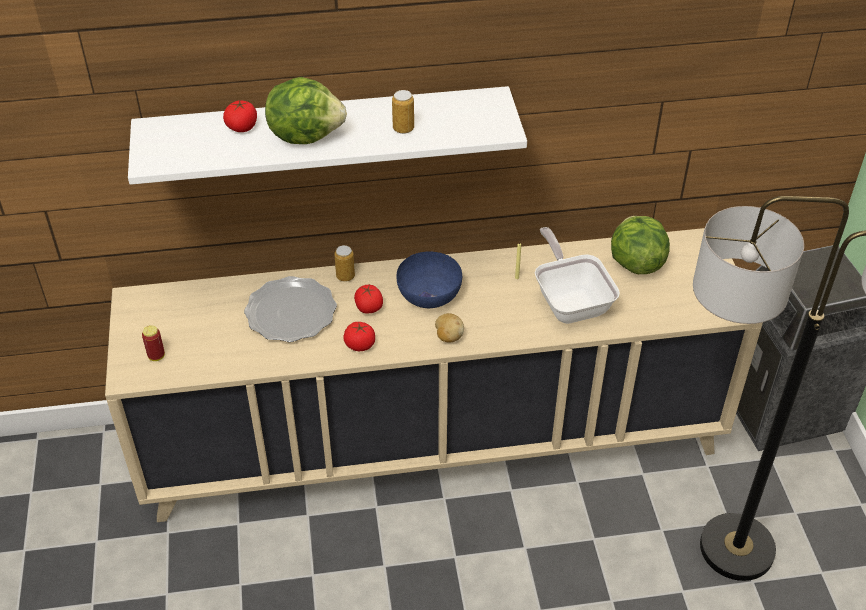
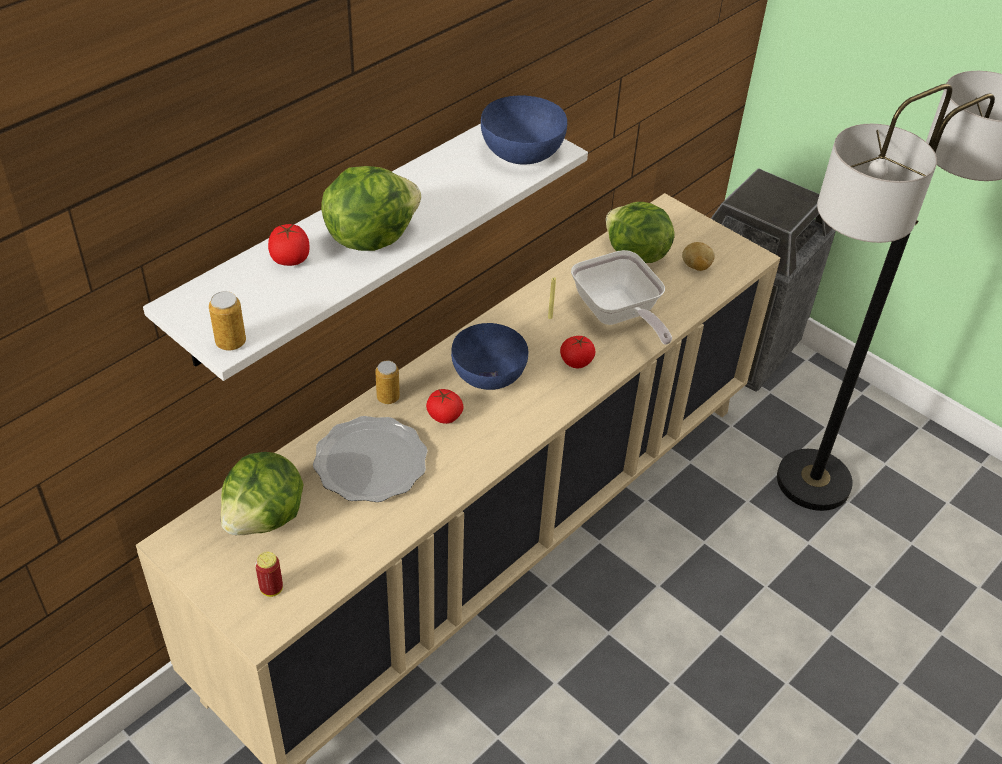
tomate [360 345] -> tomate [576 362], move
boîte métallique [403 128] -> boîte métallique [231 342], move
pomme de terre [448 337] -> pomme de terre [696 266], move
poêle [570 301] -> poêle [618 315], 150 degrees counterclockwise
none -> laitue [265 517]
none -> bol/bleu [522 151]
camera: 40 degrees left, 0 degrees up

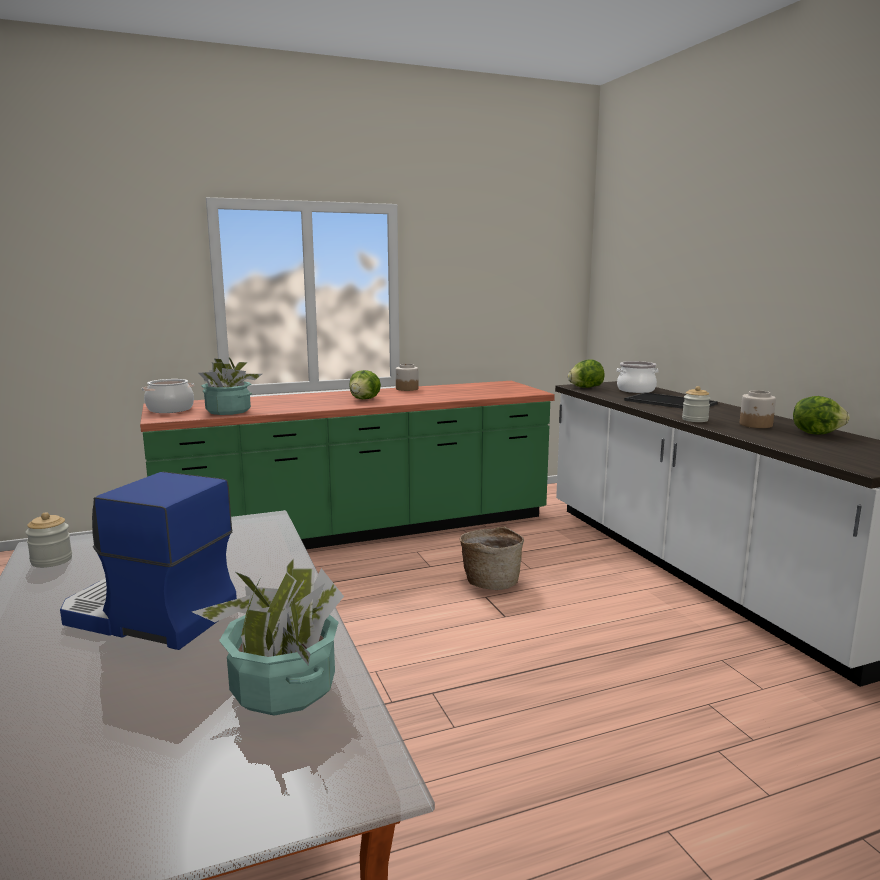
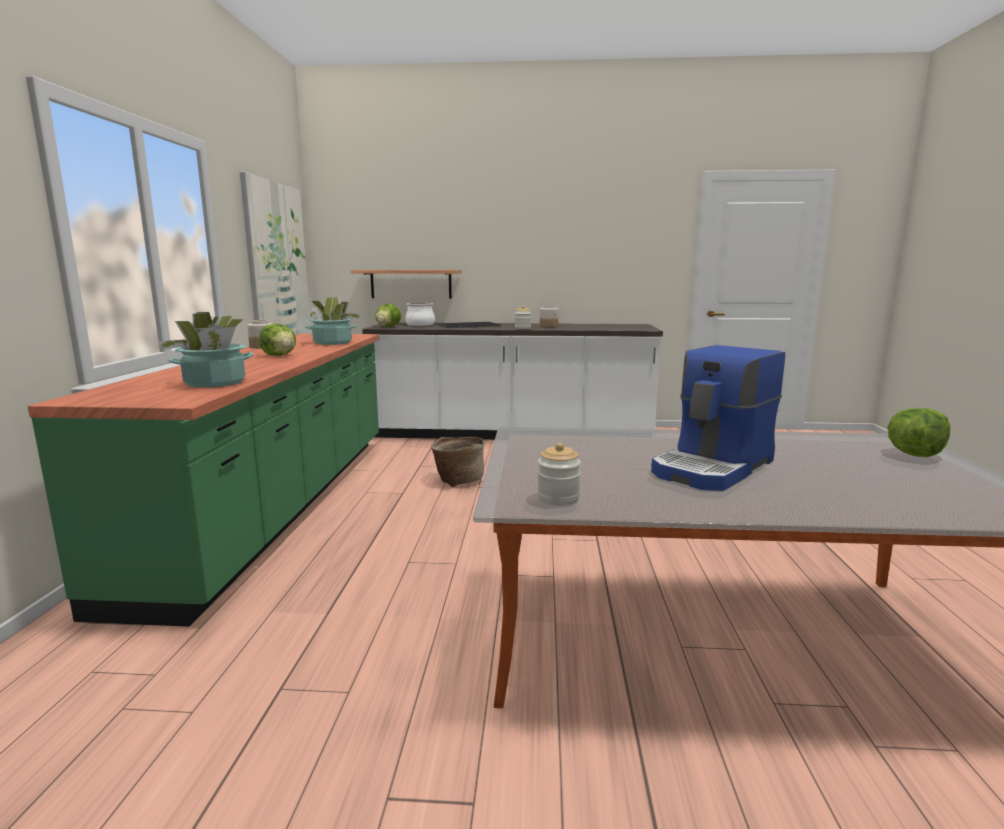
marmite [170 409] -> none
plante en pot [284 688] -> plante en pot [332 342], move
laitue [816 433] -> laitue [914 454], move
none -> tableau [277 267]
none -> étagère [411 284]
camera: 65 degrees left, 0 degrees up

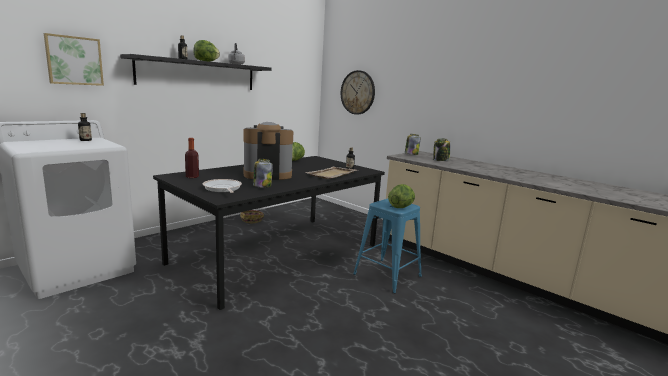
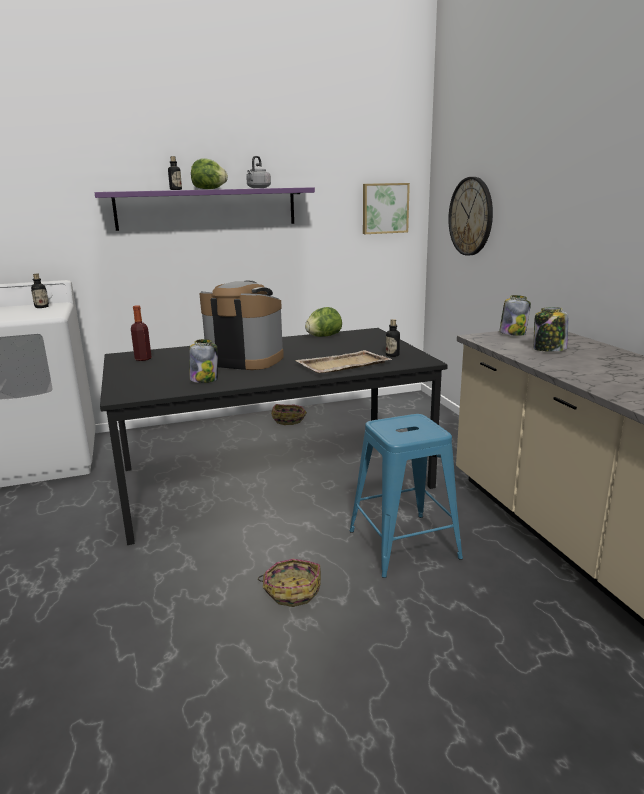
tableau [74 60] -> tableau [384 208], move
étagère/noir [199 74] -> étagère/violet [207 208]
poêle [222 188] -> none
laitue [401 207] -> none
none -> panier [292 590]
camera: 30 degrees right, 5 degrees up

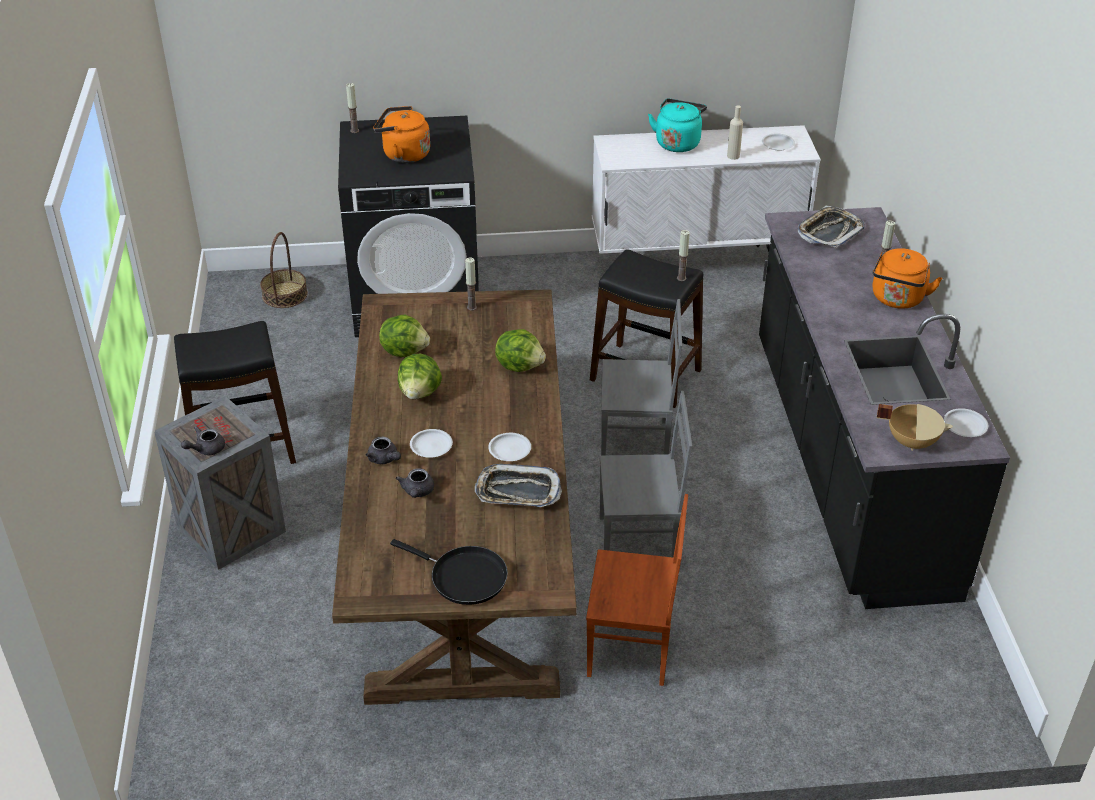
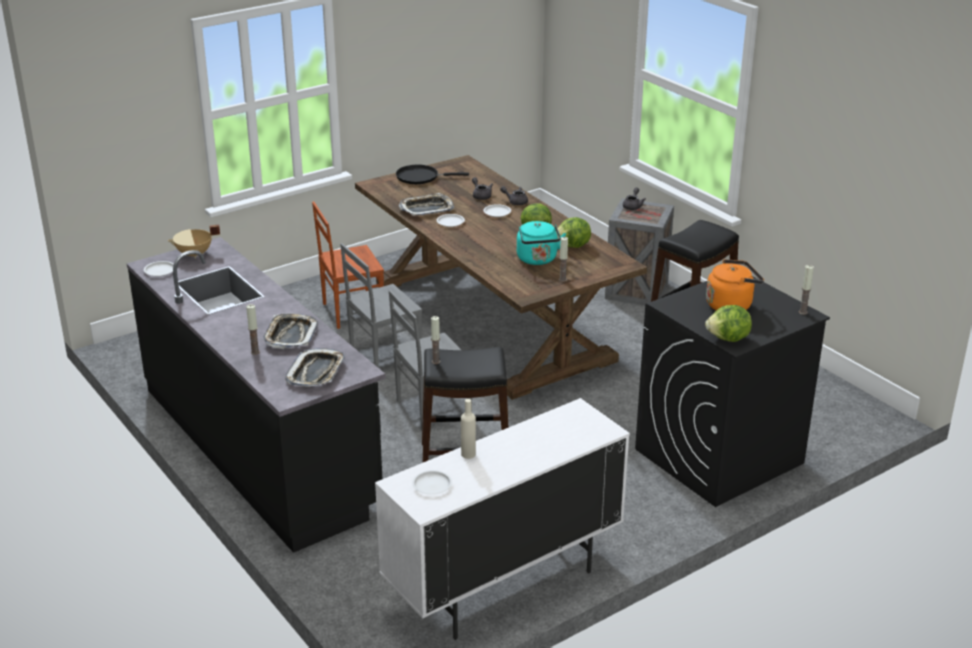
panier [284 295] -> none
laitue [520 365] -> laitue [728 339], move
bouilloire/turquoise [678 142] -> bouilloire/turquoise [538 260], move
bouilloire/orange [897 300] -> none
none -> plateau [290 335]
camera: 150 degrees right, 10 degrees down

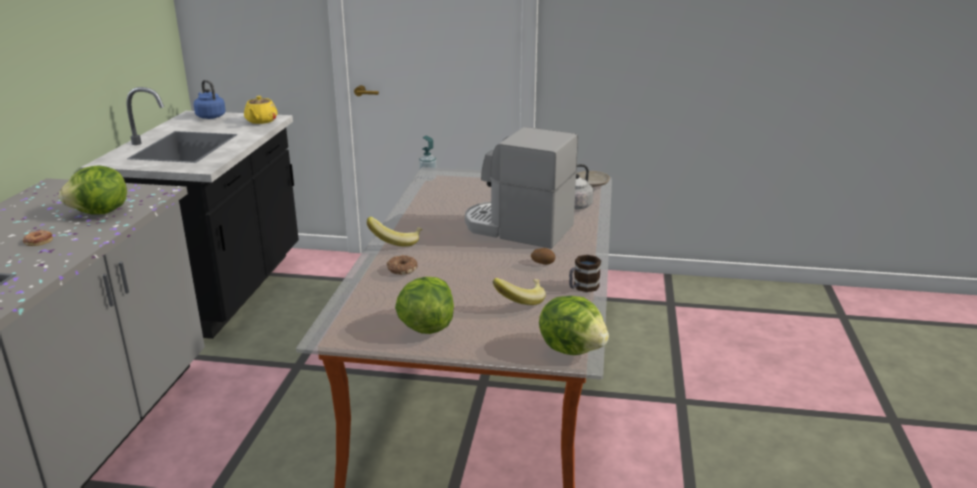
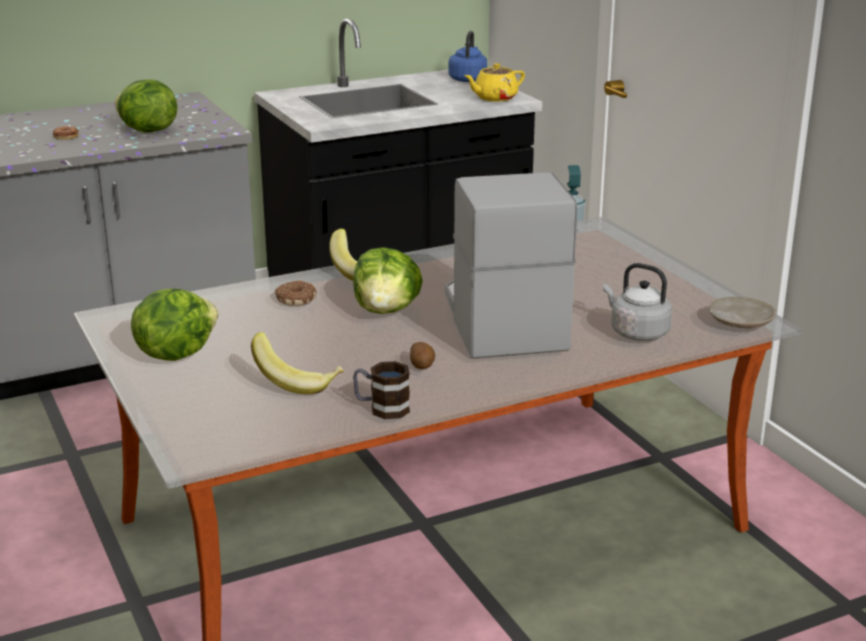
laitue [572 348] -> laitue [387 311], move
camera: 55 degrees right, 0 degrees up

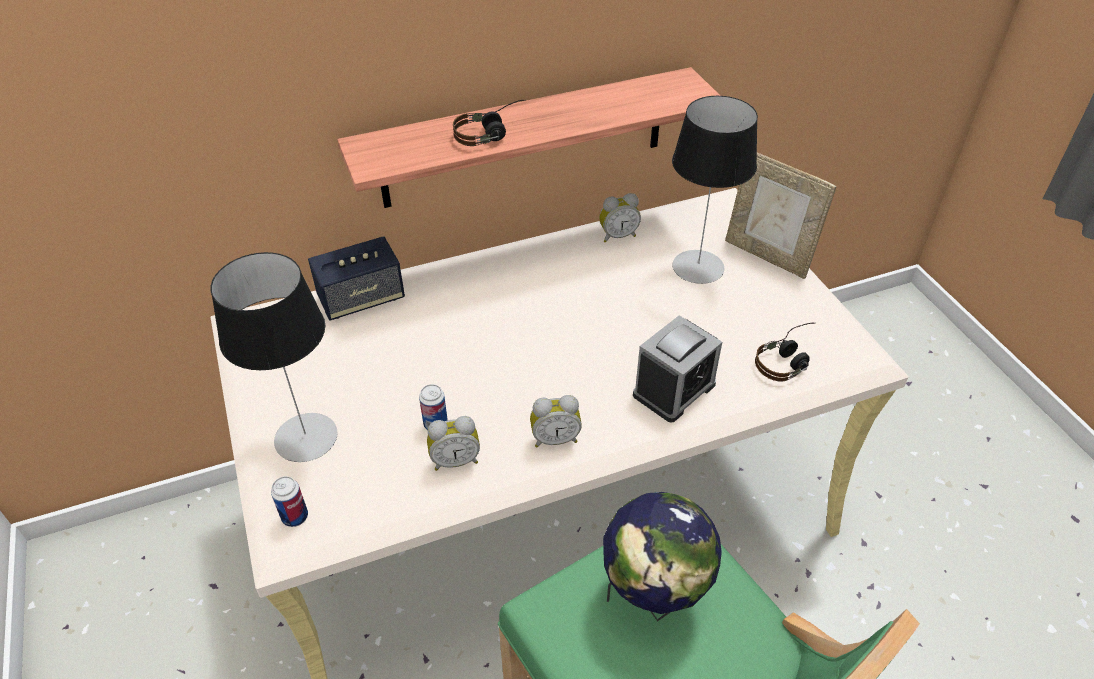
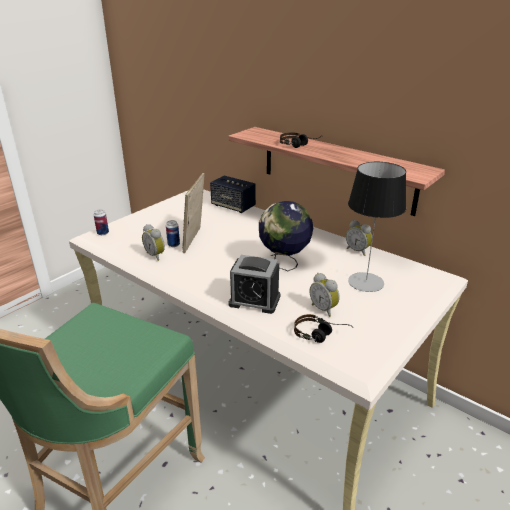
lampe de table [306 437] -> none
réveil [555 438] -> réveil [324 309], move
globe [654 597] -> globe [284 264], move
cadre photo [768 256] -> cadre photo [195 240], move
camera: 60 degrees right, 15 degrees down

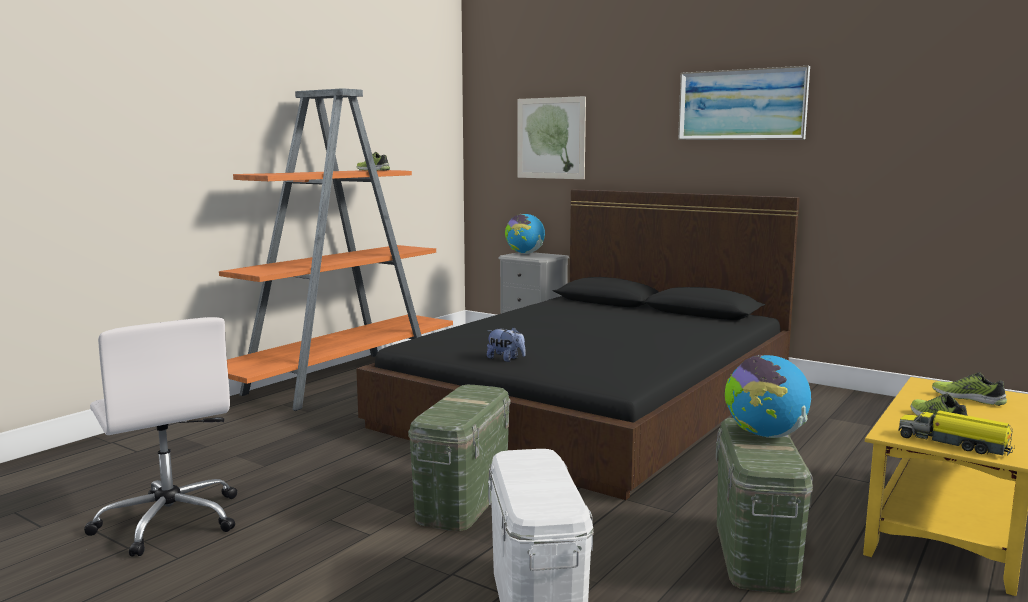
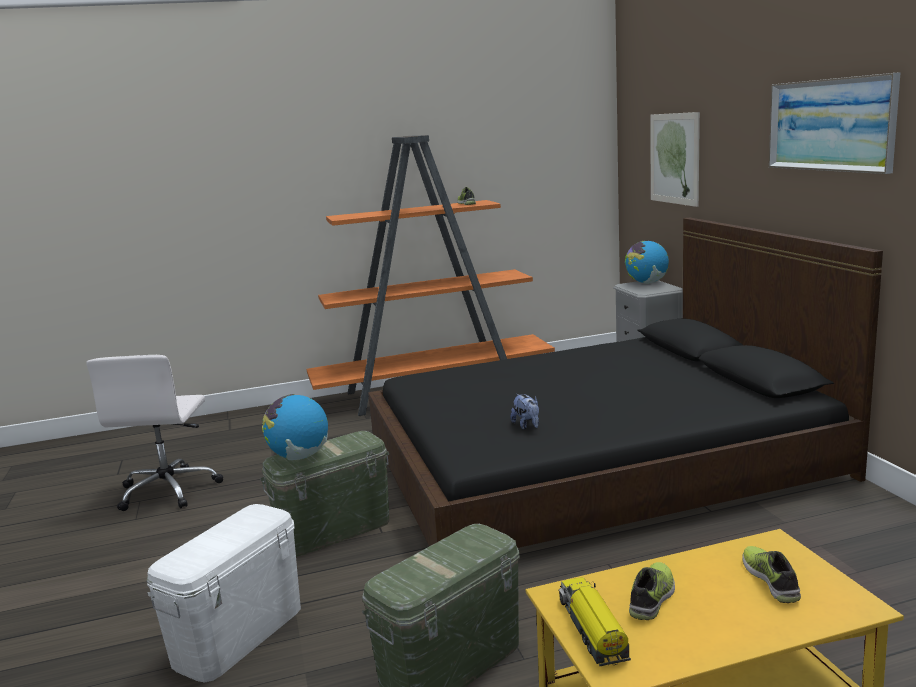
peluche [506 359] -> peluche [527 426], move
globe [764 435] -> globe [299 457], move
camera: 40 degrees right, 5 degrees up

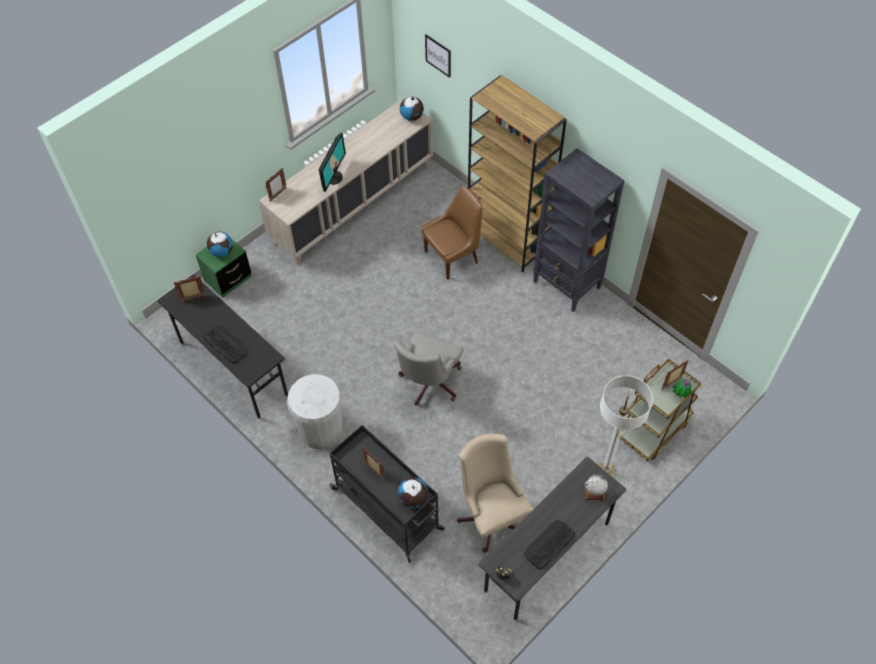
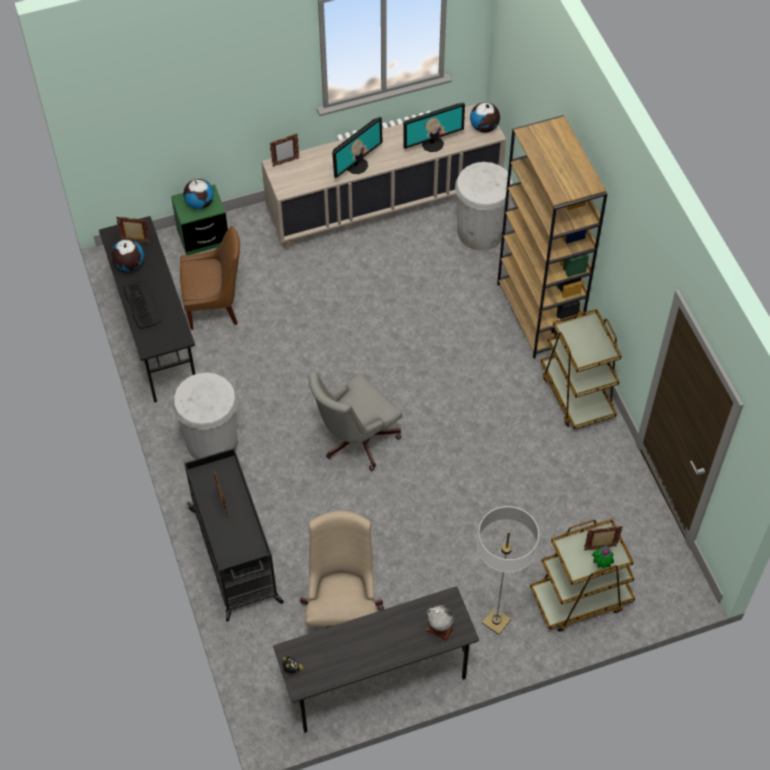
globe [413 499] -> globe [129 265], move
chaise/marron [453 256] -> chaise/marron [215 306], move
tableau [438 55] -> none
clavier [549 544] -> none
bibliothèque/noir [567 285] -> chariot/marron [577 394]
none -> écran d'ordinateur [432 144]
none -> poubelle/blanc [481 232]
camera: 25 degrees right, 0 degrees up

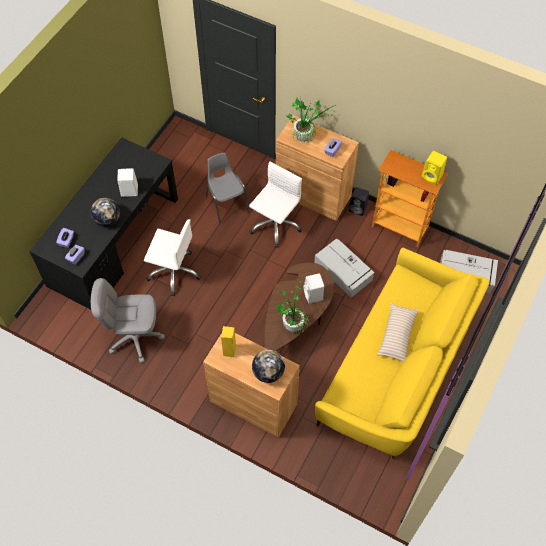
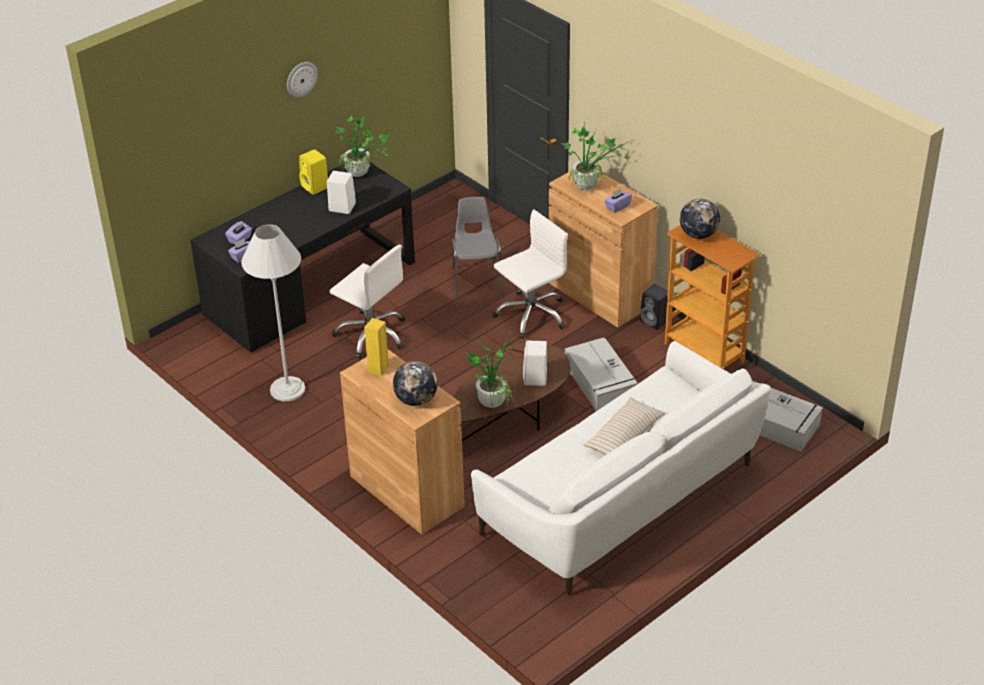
globe [107 220] -> globe [698 235], move
chaise de bureau/gris [135 337] -> lampadaire/blanc [287 389]
canapé/jaune [396 368] -> canapé/blanc [623 501]
enceinte/jaune [432 176] -> enceinte/jaune [315 187], move
none -> horloge murale [301 79]
none -> plante en pot [362 174]
camera: 20 degrees right, 20 degrees down

